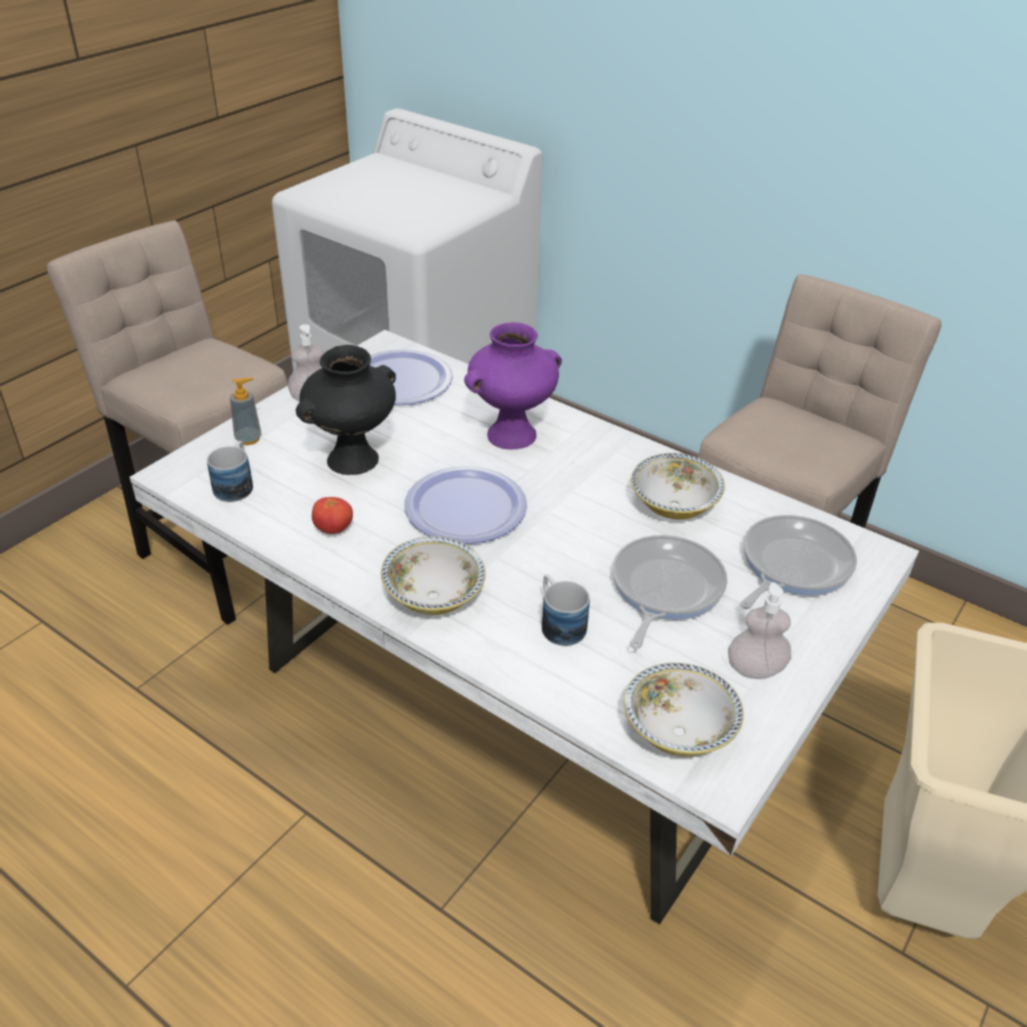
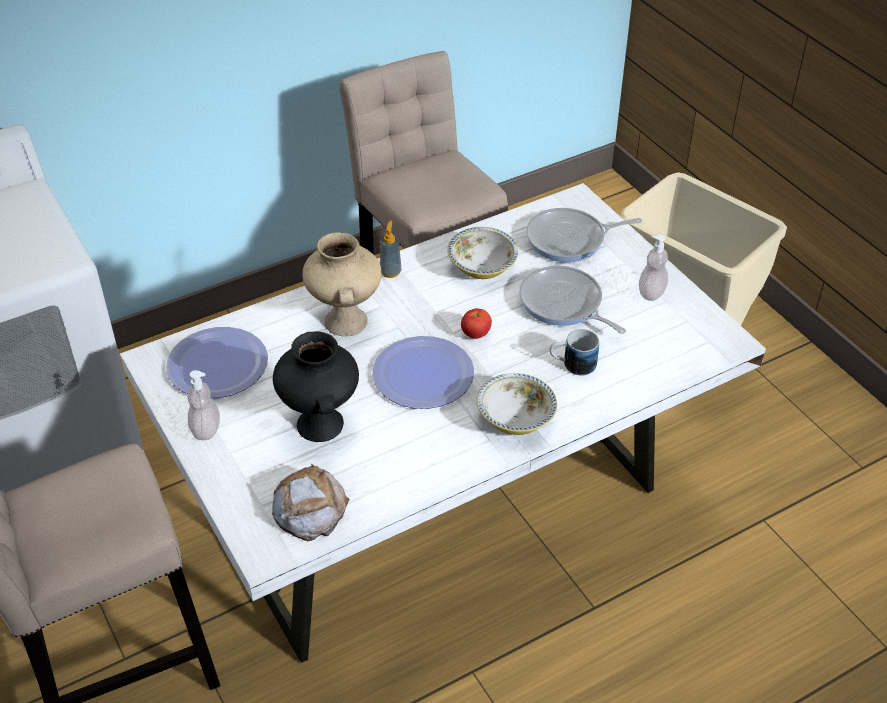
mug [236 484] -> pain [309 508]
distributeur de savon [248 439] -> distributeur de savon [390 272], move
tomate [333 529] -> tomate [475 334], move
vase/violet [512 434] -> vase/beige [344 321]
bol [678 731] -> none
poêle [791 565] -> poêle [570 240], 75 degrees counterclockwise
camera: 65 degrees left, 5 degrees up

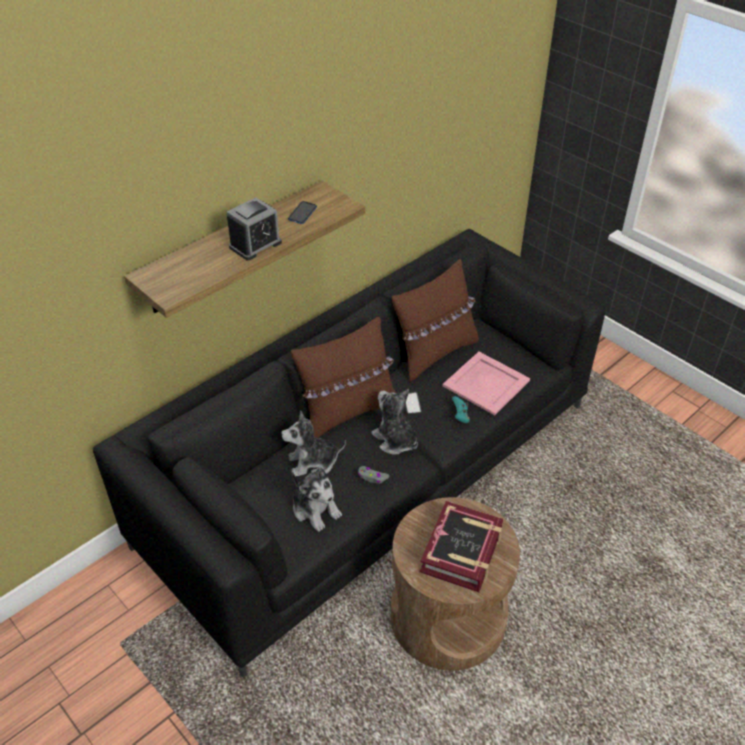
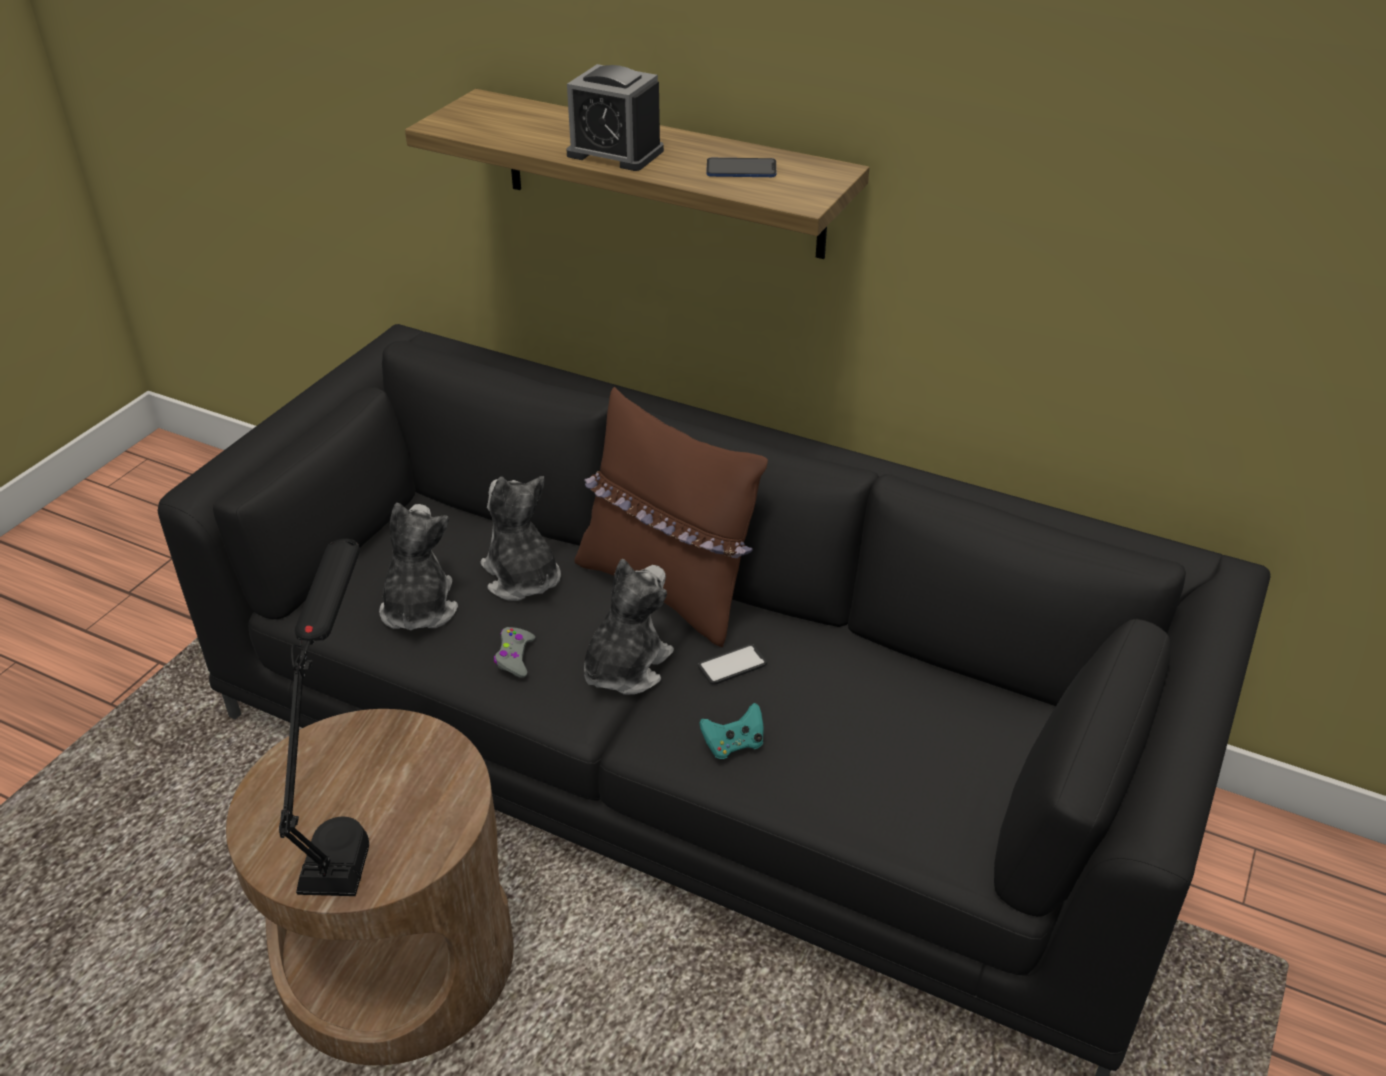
peluche [315 509] -> peluche [418 608], 150 degrees clockwise
coussin/marron [435 353] -> none
livre [462 552] -> lampe de table/noir [350 813]
plateau/rose [486 384] -> none
camera: 70 degrees right, 5 degrees down

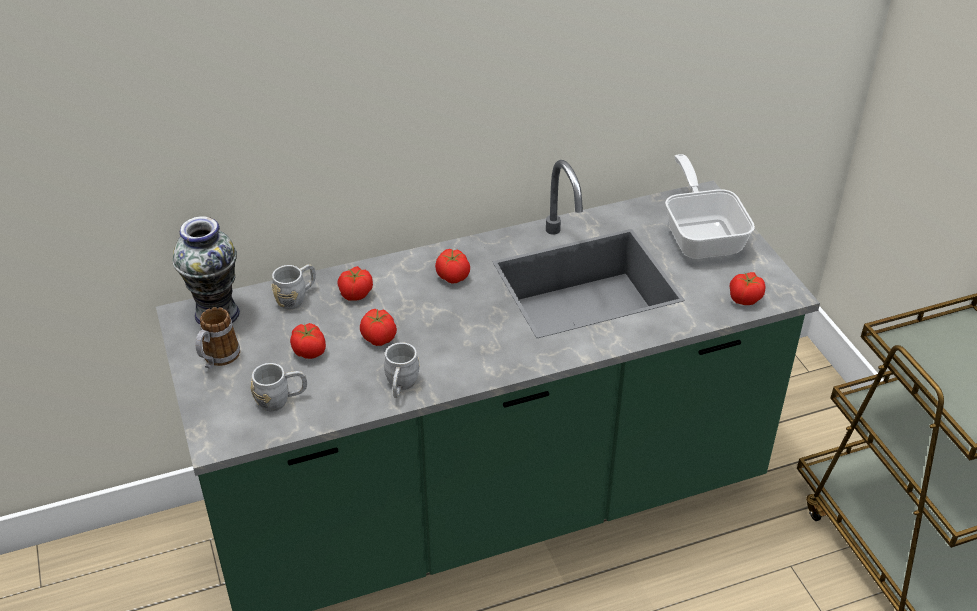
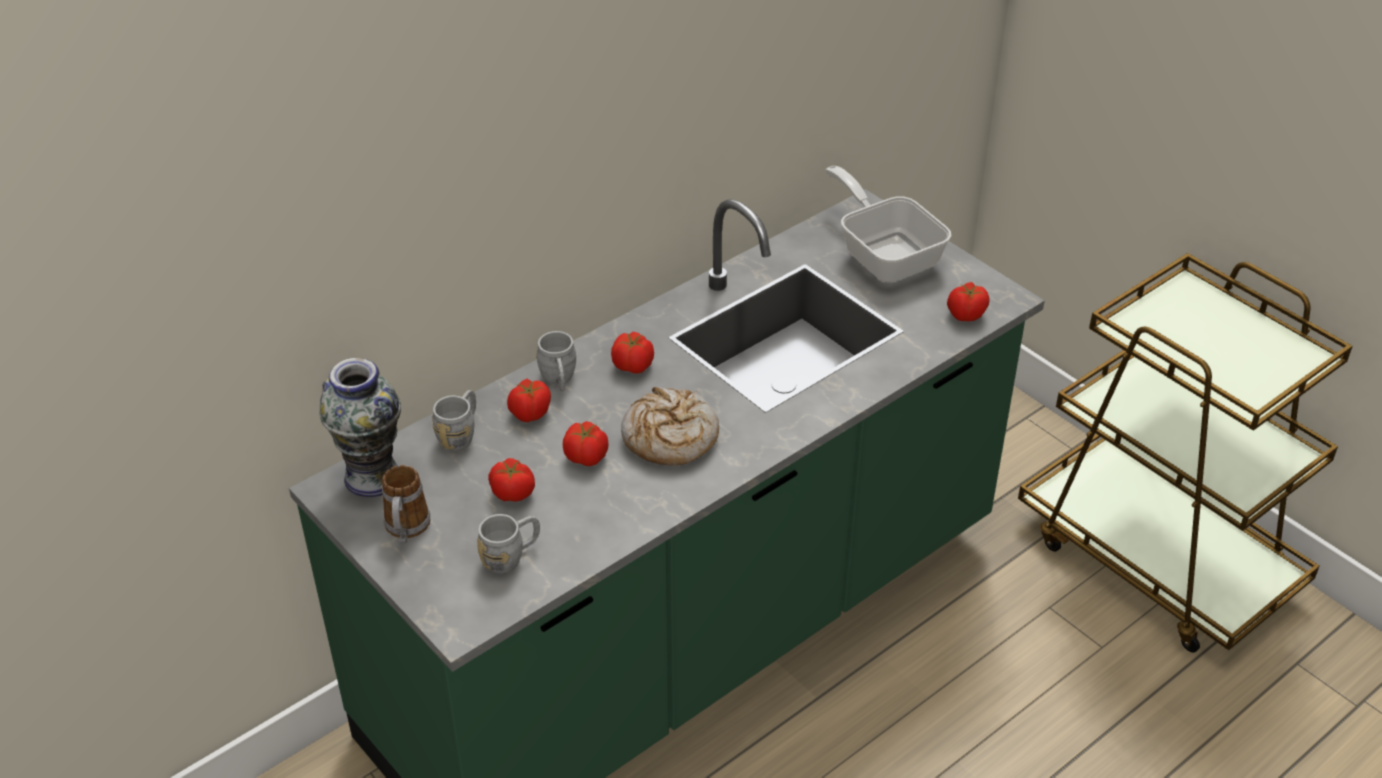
mug/gris [401 386] -> mug/gris [559 381], move
none -> pain [669 438]
camera: 20 degrees left, 0 degrees up

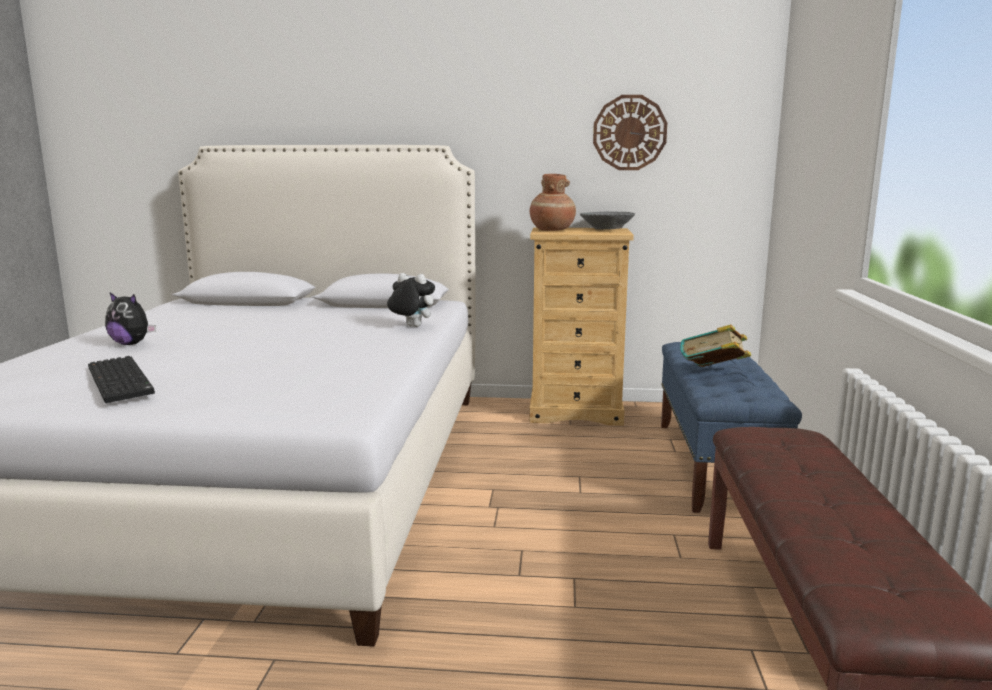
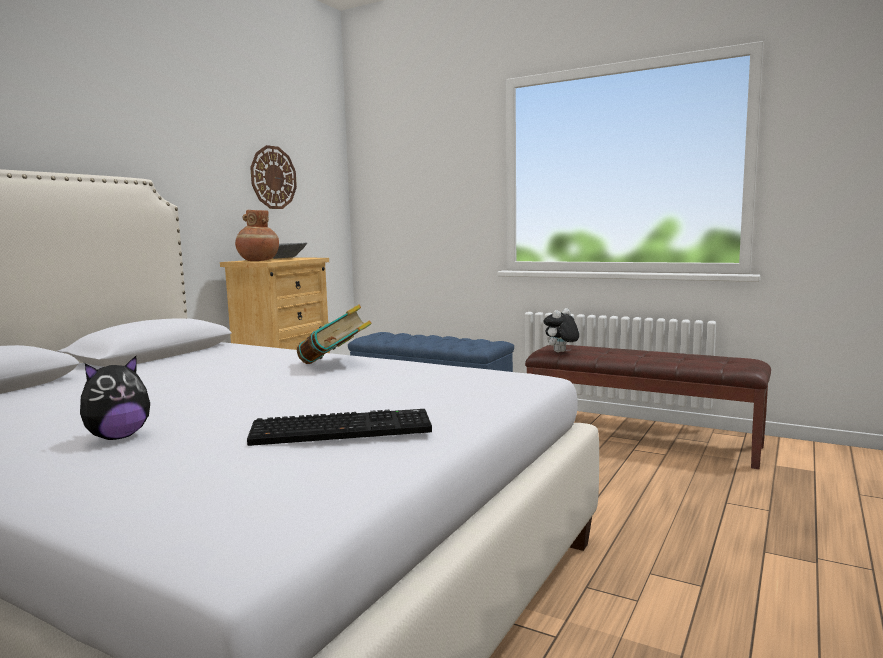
peluche [411 326] -> peluche [561 352], move
livre [713 373] -> livre [334 365], move
camera: 65 degrees left, 5 degrees down

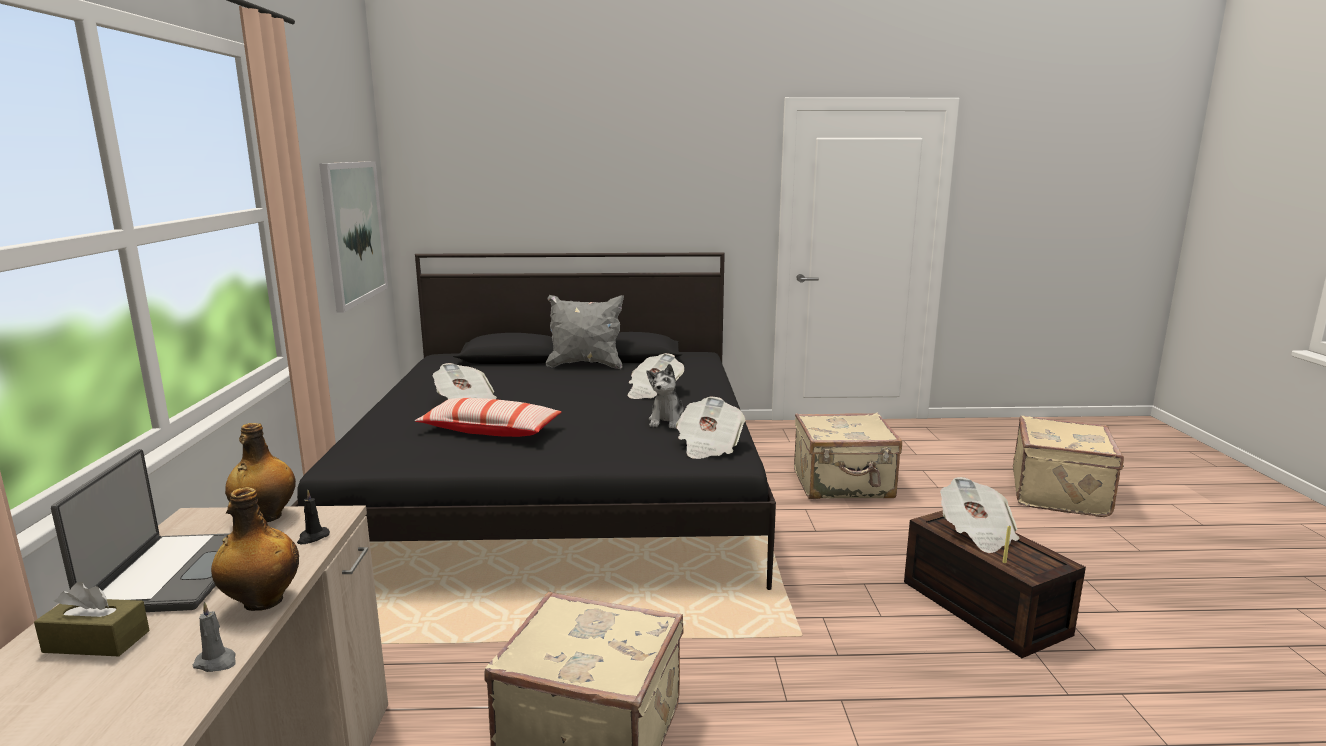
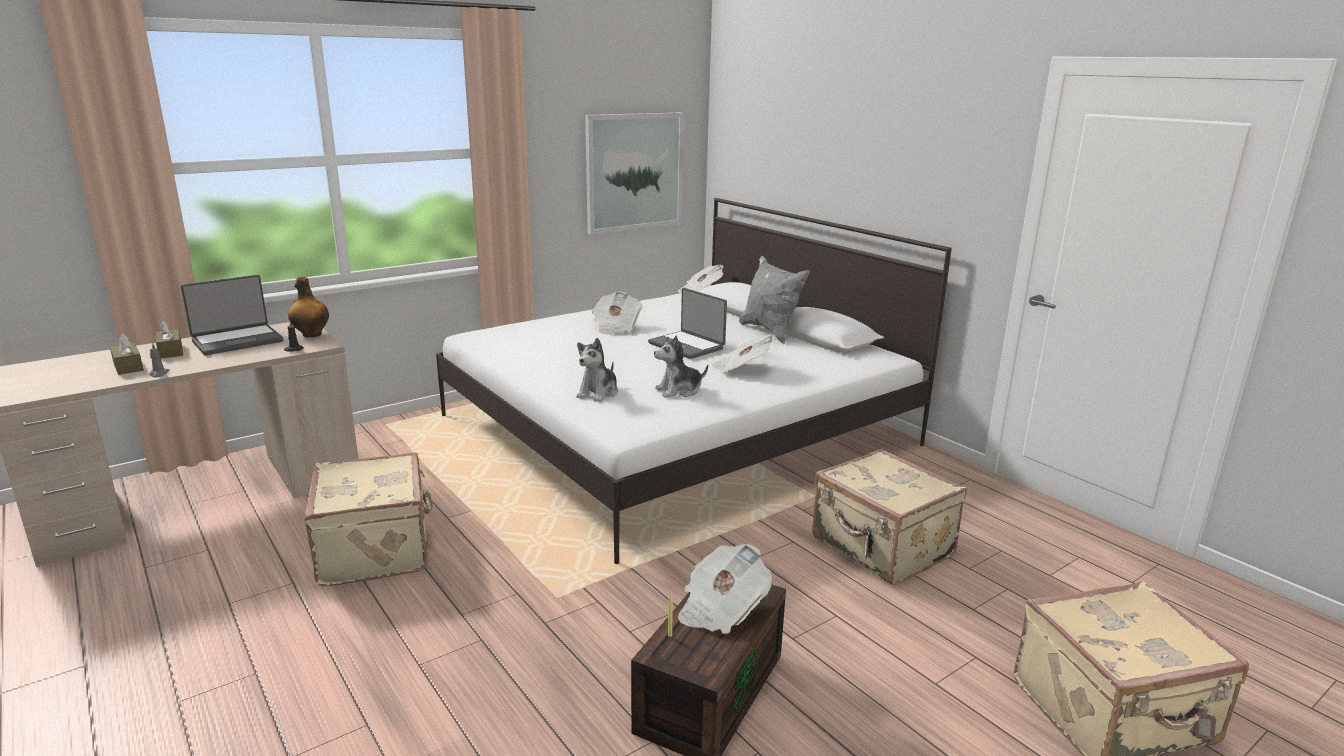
bouteille [262 602] -> none
lit/noir [562 488] -> lit/blanc [677 430]
coussin [490 430] -> none
journal [708 446] -> journal [700 292], move
none -> boîte à mouchoirs/marron [128 367]
none -> peluche [598 393]
none -> ordinateur portable [687 346]
camera: 55 degrees right, 5 degrees up

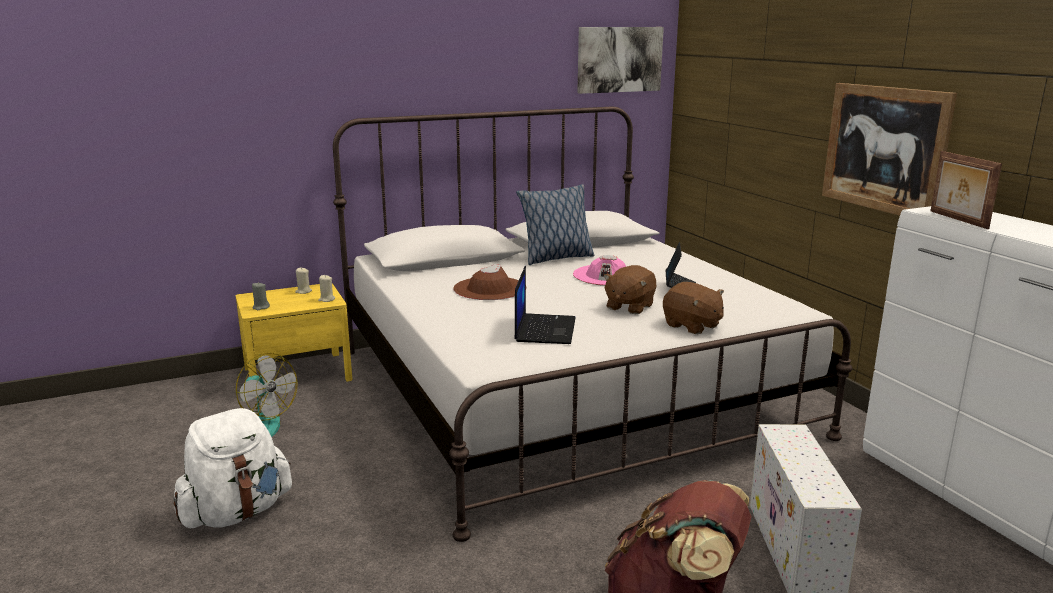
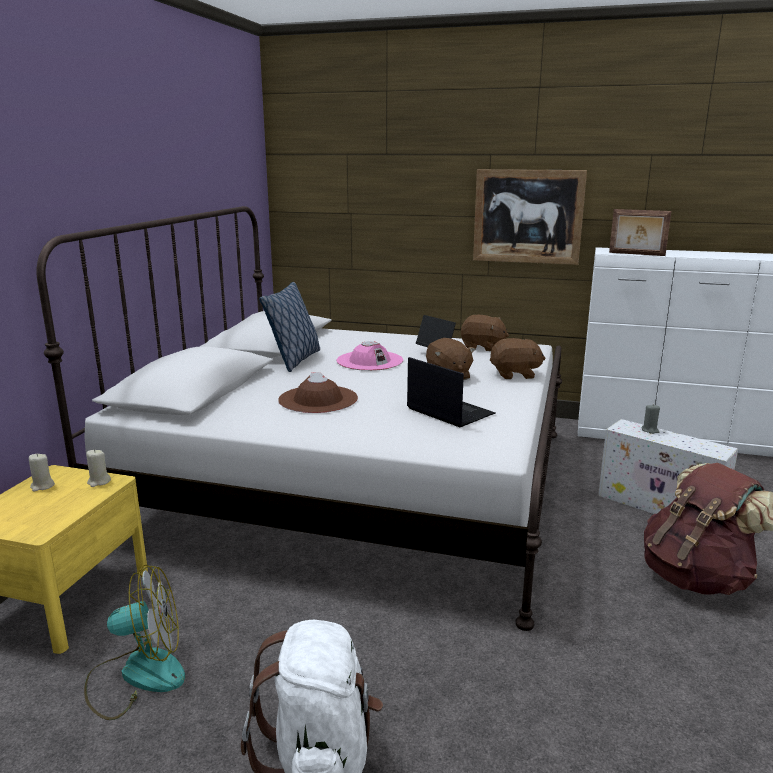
bougie/gris [261 307] -> bougie/gris [650 430], move
tableau [619 59] -> none
none -> peluche/marron [482 347]
camera: 50 degrees left, 0 degrees up

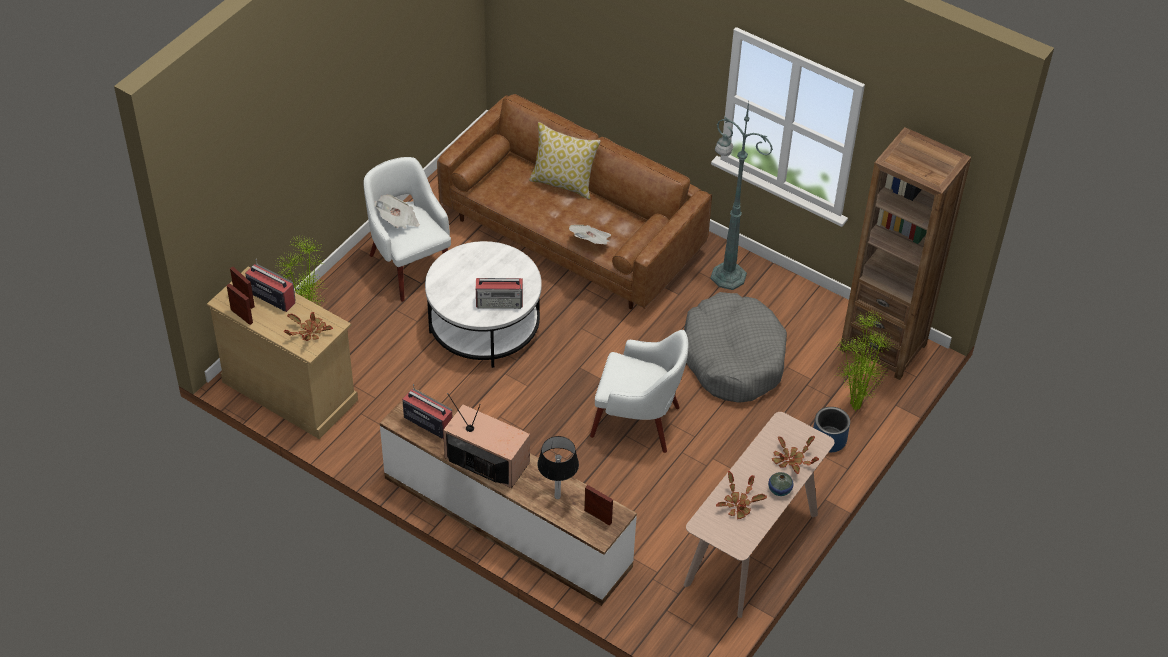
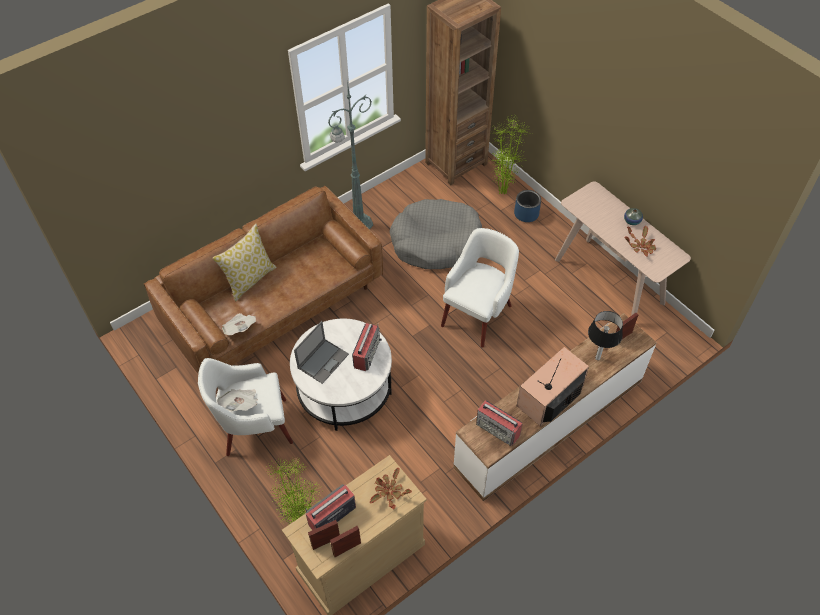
radio [427 422] -> radio [498 430], 105 degrees counterclockwise
journal [591 242] -> journal [240 329], move
plante en pot [791 460] -> none
none -> ordinateur portable [323 360]
camera: 70 degrees left, 5 degrees up

